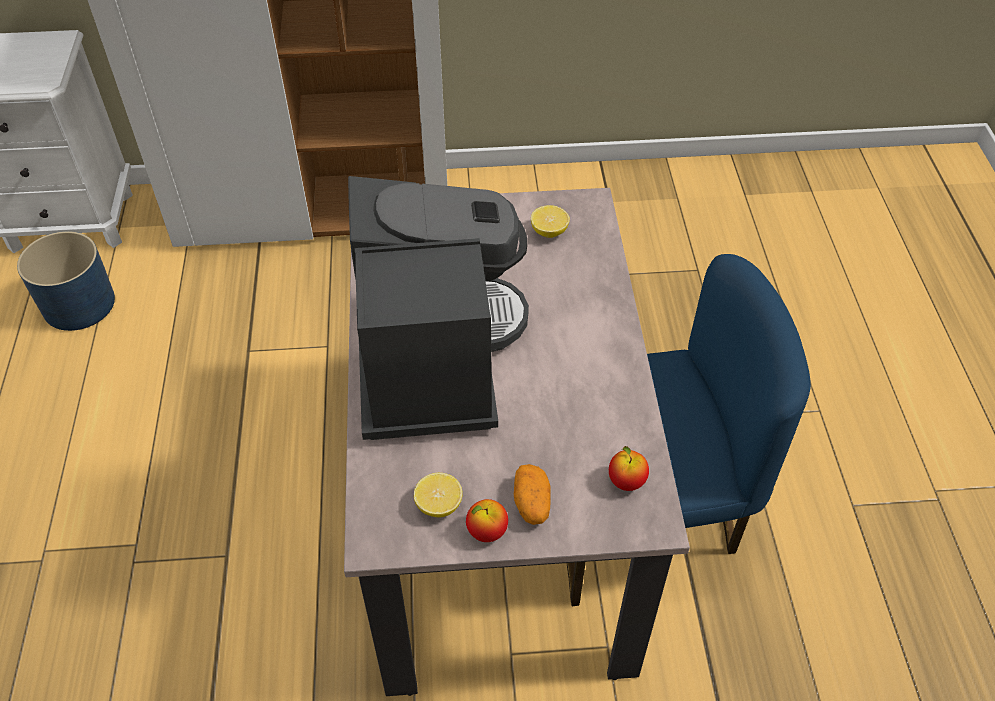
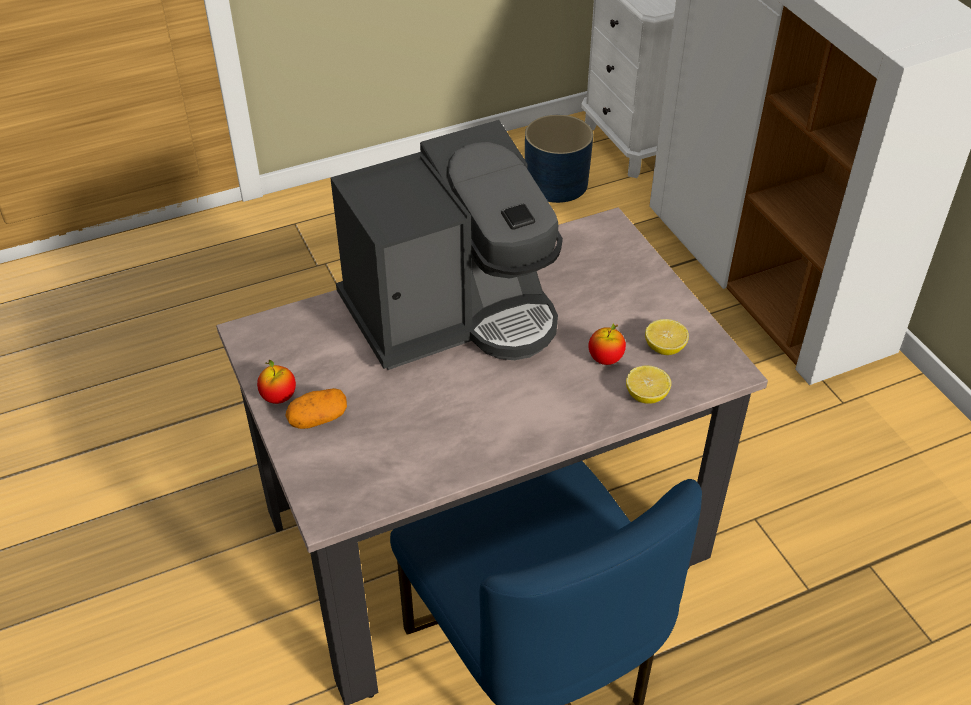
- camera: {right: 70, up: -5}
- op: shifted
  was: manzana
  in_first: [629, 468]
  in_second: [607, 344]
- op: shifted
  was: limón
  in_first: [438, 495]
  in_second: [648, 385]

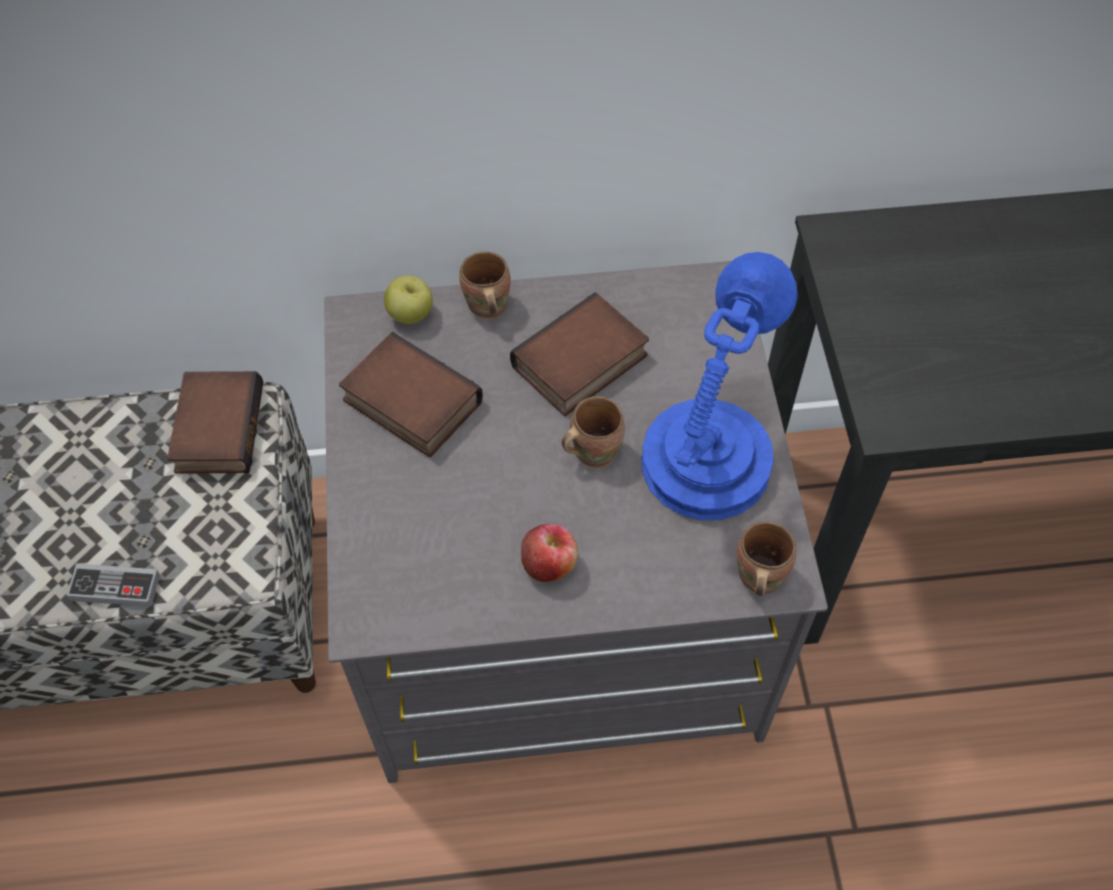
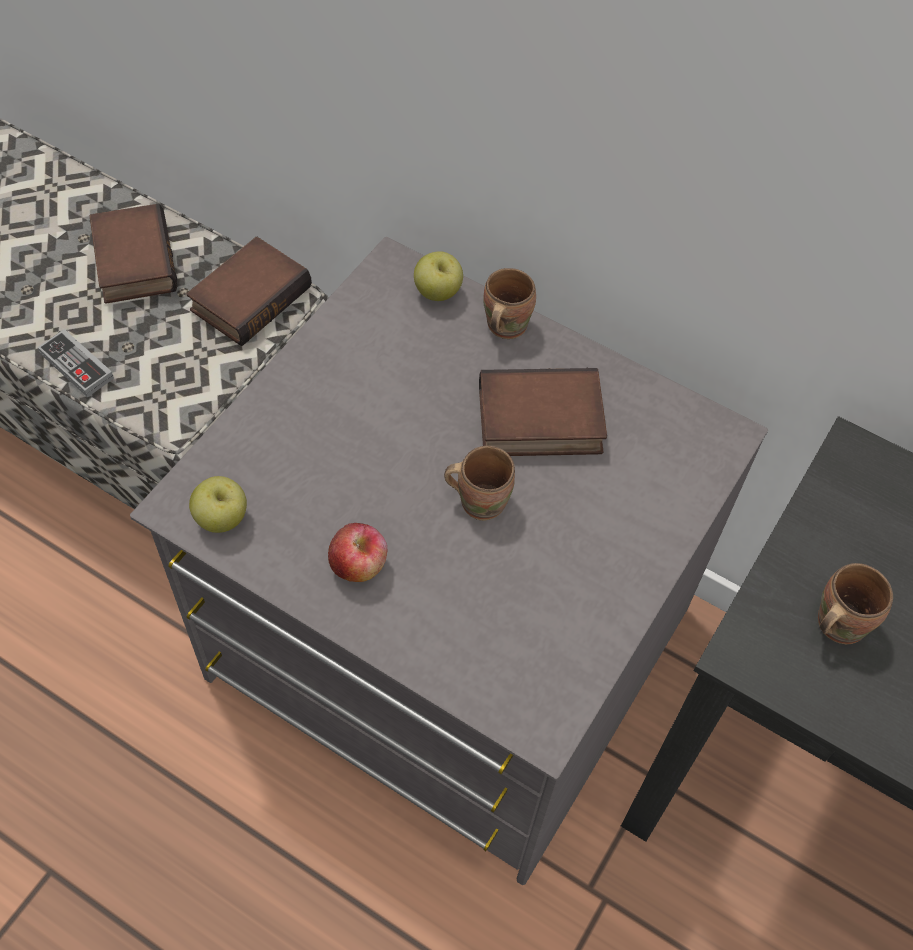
- camera: {right: 35, up: 0}
- op: shifted
  was: libro
  in_first: [411, 394]
  in_second: [133, 254]
- op: new
  now: manzana
  in_second: [218, 504]
- op: shifted
  was: taza grande [marrón]
  in_first: [766, 558]
  in_second: [855, 603]
- op: gone
  was: lámpara de mesa [azul]
  in_first: [719, 386]

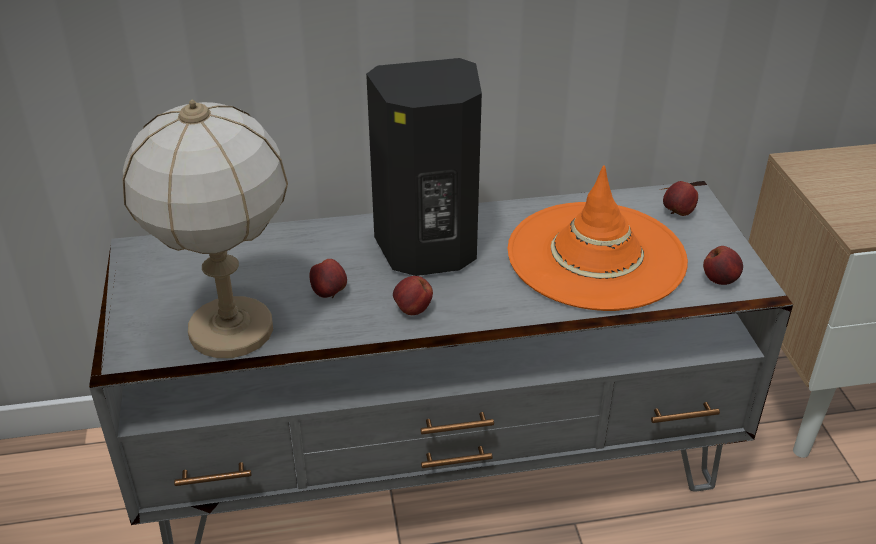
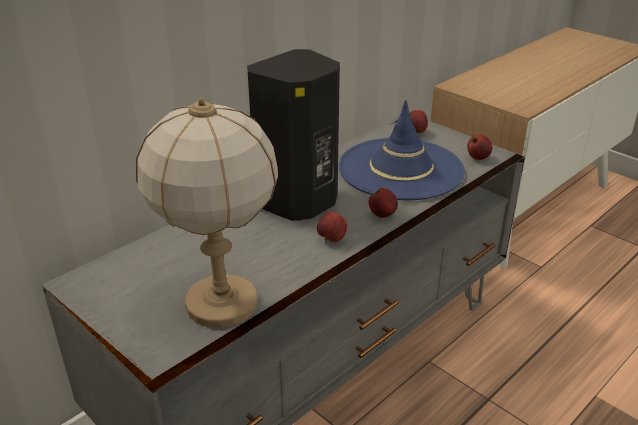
- camera: {right: -35, up: -5}
- op: repainted
  was: sombrero [naranja]
  now: sombrero [azul]
  in_first: [598, 238]
  in_second: [402, 150]
- op: shifted
  was: manzana
  in_first: [328, 278]
  in_second: [383, 203]

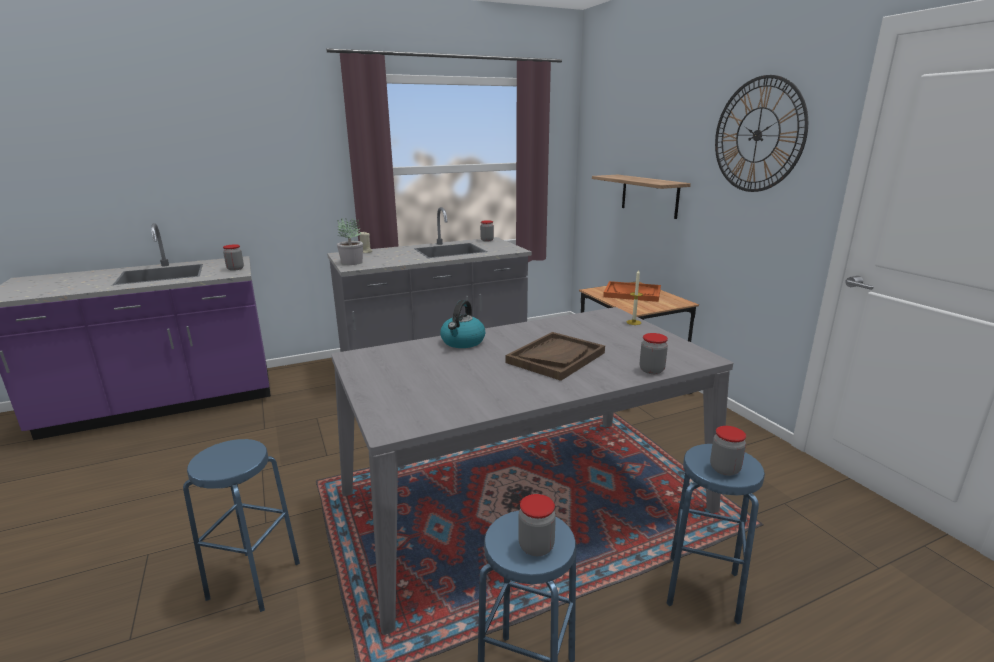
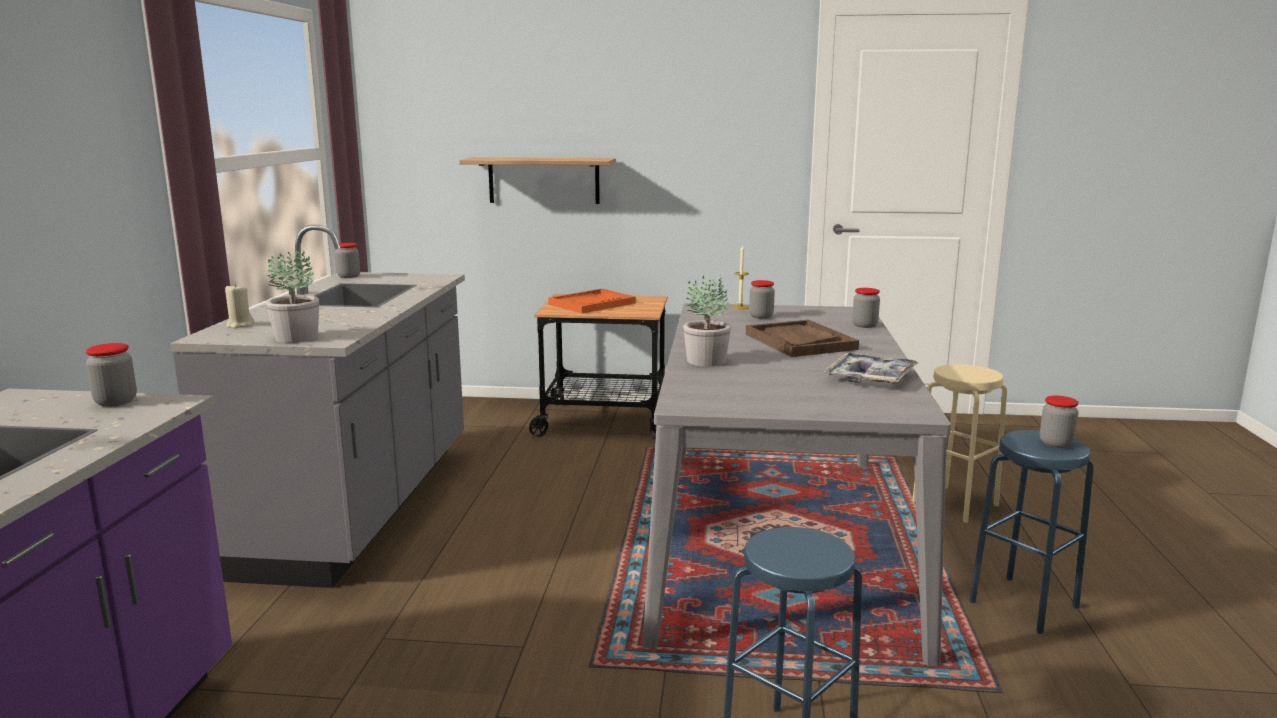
- camera: {right: -60, up: -5}
- op: swapped
  was: hervidor
  now: planta en maceta
  in_first: [462, 324]
  in_second: [707, 320]
- op: shifted
  was: tarro
  in_first: [728, 451]
  in_second: [762, 299]
- op: new
  now: bandeja
  in_second: [871, 368]
- op: repainted
  was: taburete [azul]
  now: taburete [beis]
  in_first: [716, 534]
  in_second: [959, 443]
- op: gone
  was: reloj de pared
  in_first: [761, 133]

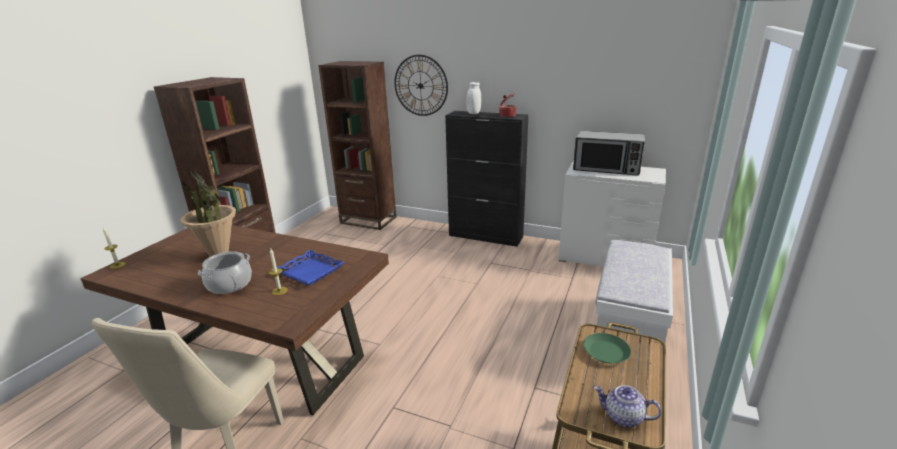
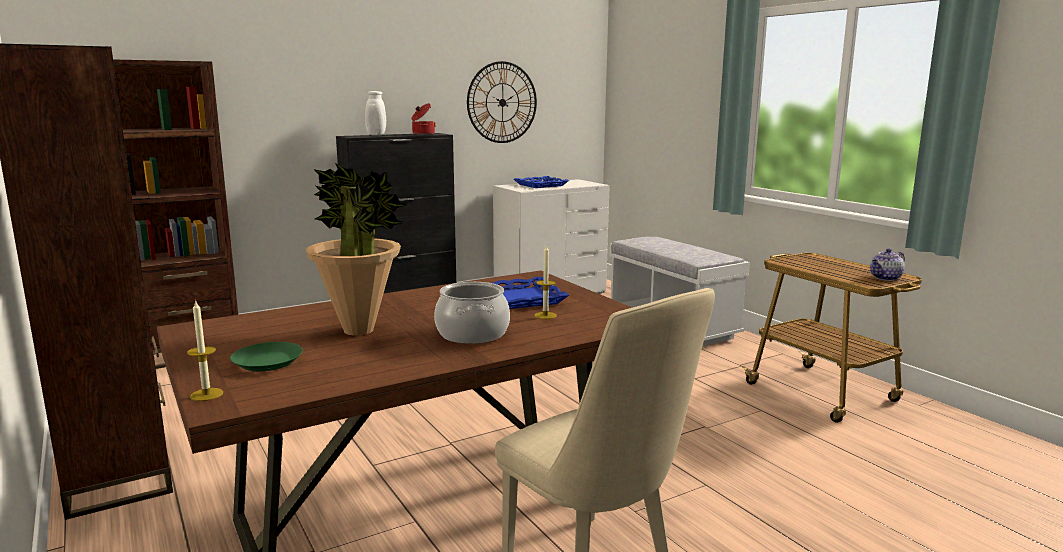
- camera: {right: -55, up: -10}
- op: shifted
  was: plato [verde]
  in_first: [607, 348]
  in_second: [266, 356]
- op: shifted
  was: reloj de pared
  in_first: [421, 85]
  in_second: [502, 102]
- op: swapped
  was: microondas
  now: bandeja [azul]
  in_first: [609, 153]
  in_second: [541, 182]

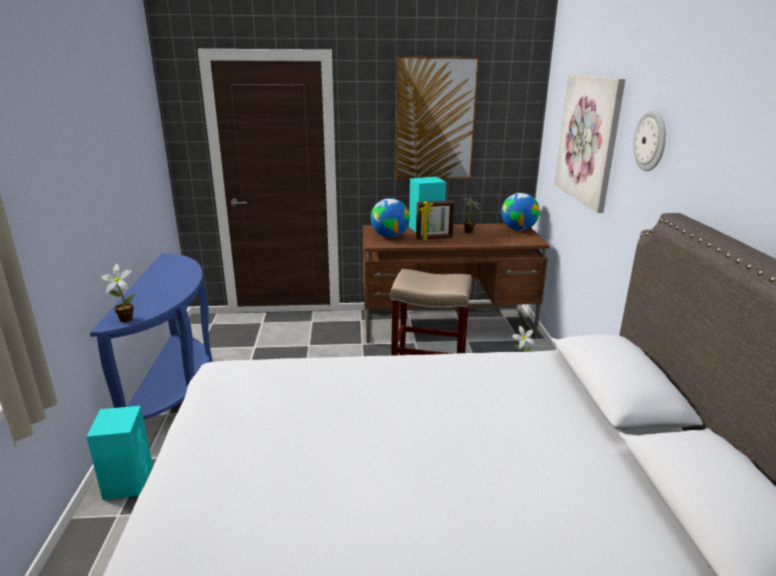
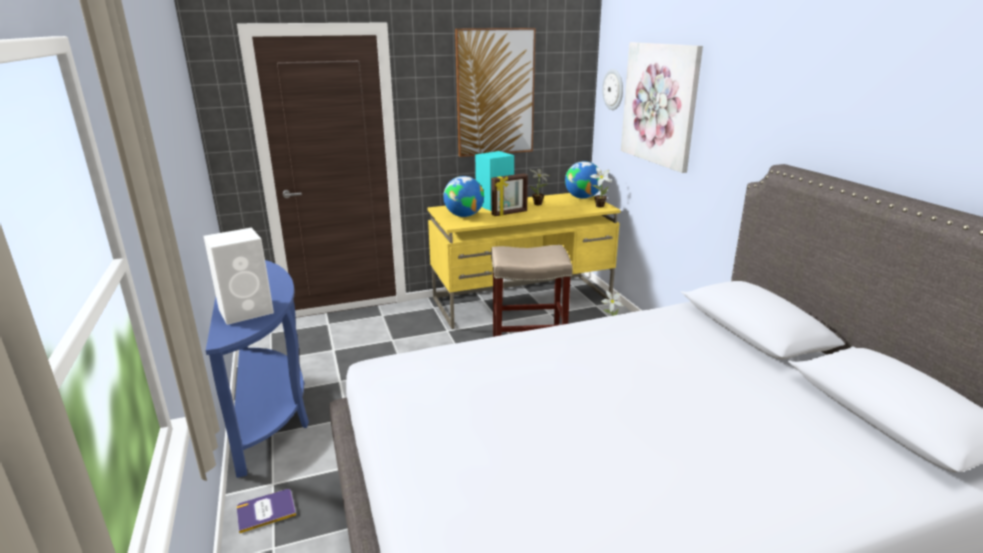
- camera: {right: -15, up: 0}
- op: new
  now: altavoz [blanco]
  in_second: [238, 276]
- op: swapped
  was: altavoz [turquesa]
  now: libro
  in_first: [119, 453]
  in_second: [266, 511]
- op: repainted
  was: escritorio [marrón]
  now: escritorio [amarillo]
  in_first: [456, 283]
  in_second: [524, 261]
- op: shifted
  was: planta en maceta
  in_first: [118, 293]
  in_second: [601, 187]
- op: shifted
  was: reloj de pared
  in_first: [649, 140]
  in_second: [612, 89]

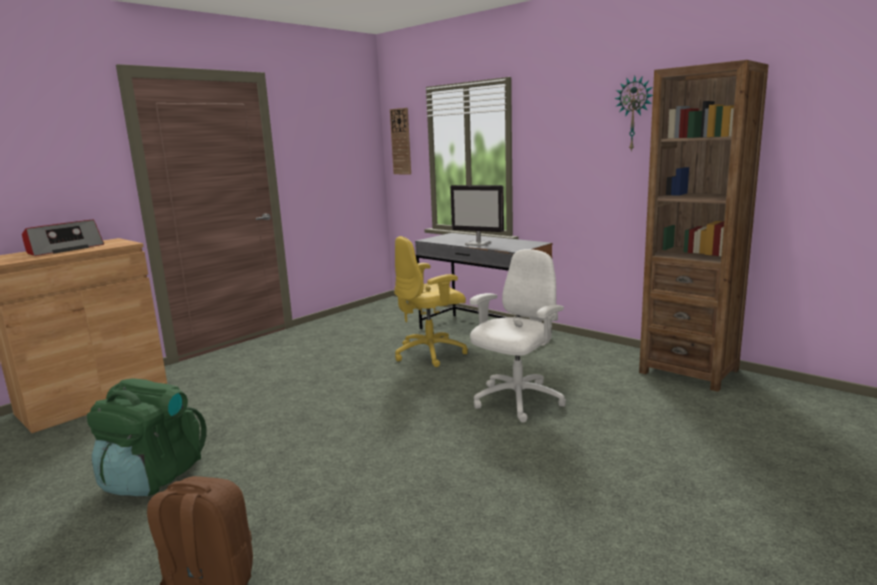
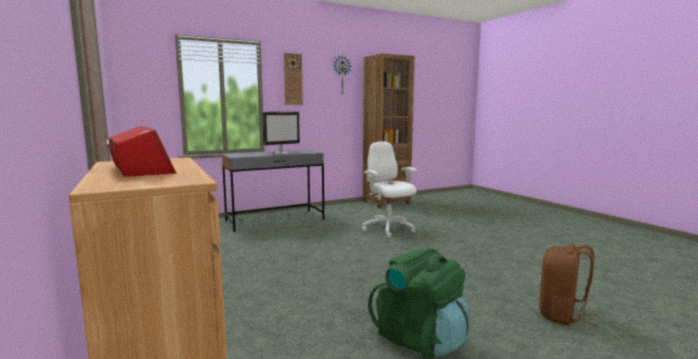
- camera: {right: -70, up: -5}
- op: shifted
  was: reloj de pared
  in_first: [400, 141]
  in_second: [293, 79]
- op: gone
  was: silla de oficina [amarillo]
  in_first: [431, 301]

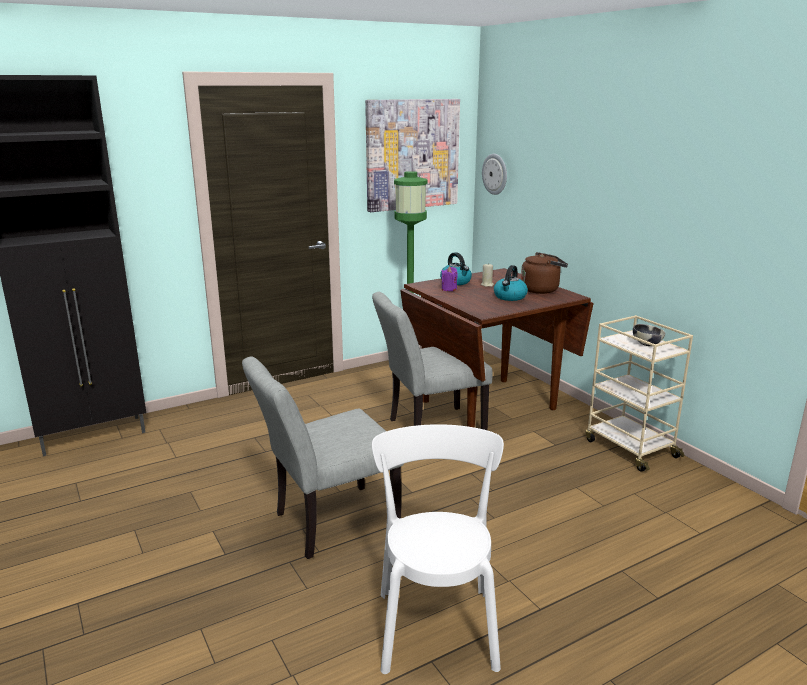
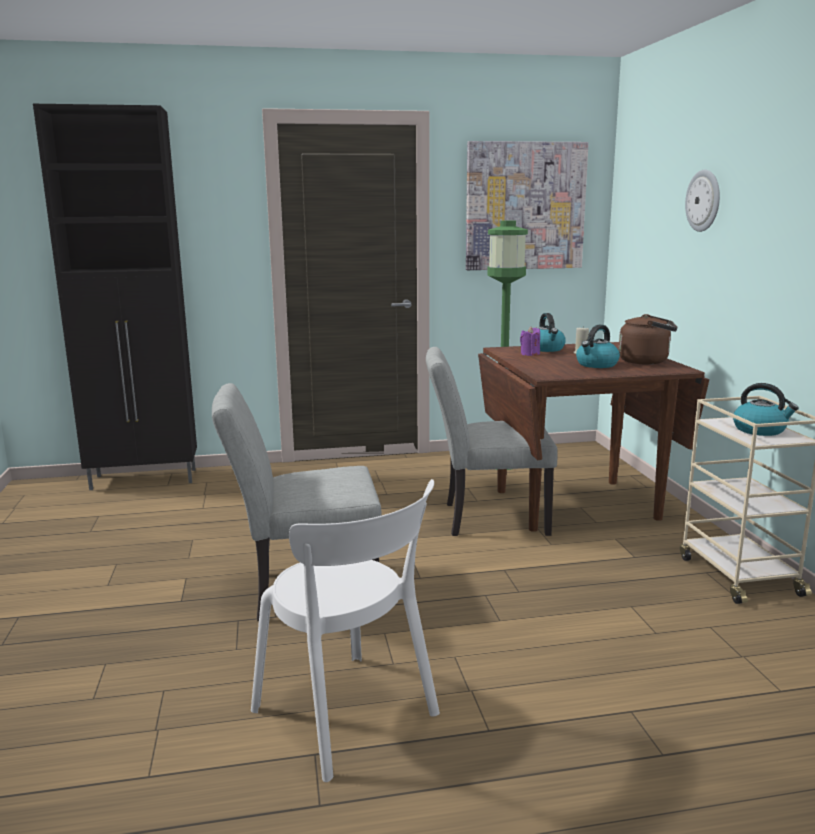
- camera: {right: 20, up: -5}
- op: rotated
  was: silla [blanco]
  in_first: [438, 549]
  in_second: [345, 630]
  clockwise: 120
- op: shifted
  was: reloj de pared
  in_first: [494, 174]
  in_second: [702, 201]
- op: swapped
  was: cuenco
  now: hervidor
  in_first: [649, 335]
  in_second: [766, 409]

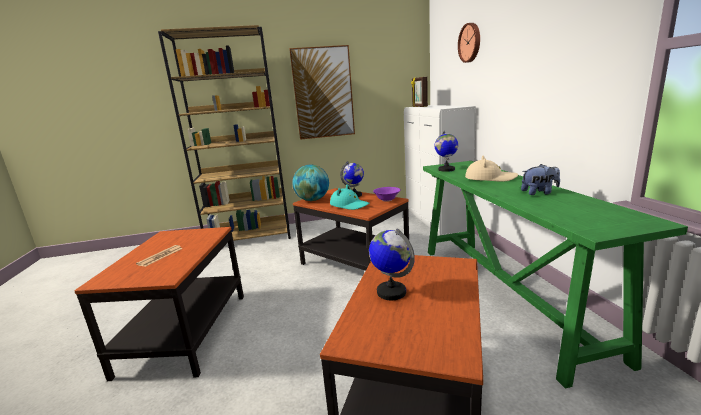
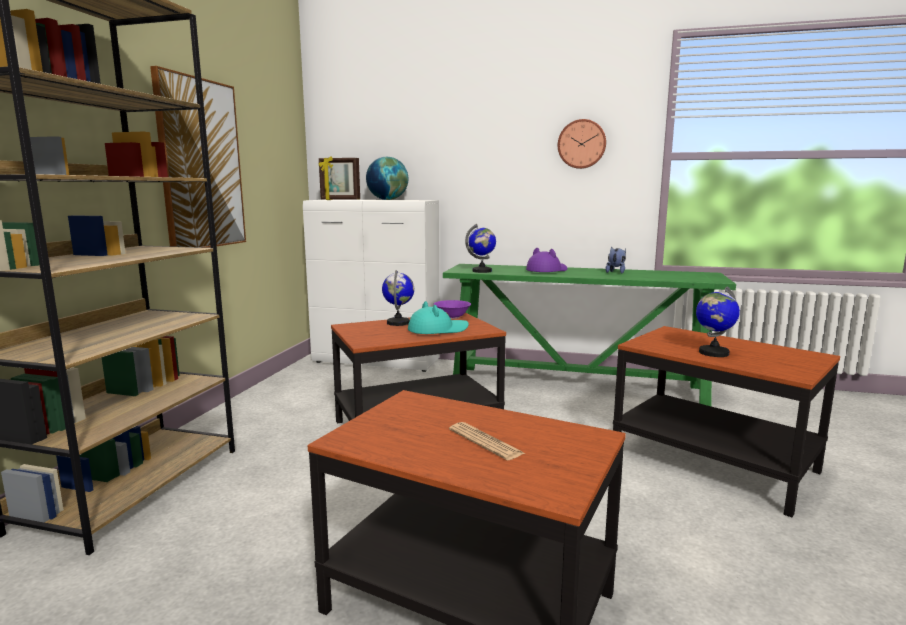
- camera: {right: -65, up: -5}
- op: shifted
  was: globo terráqueo
  in_first: [310, 182]
  in_second: [387, 178]
- op: repainted
  was: sombrero [beis]
  now: sombrero [morado]
  in_first: [491, 168]
  in_second: [547, 260]
- op: shifted
  was: reloj de pared
  in_first: [469, 43]
  in_second: [582, 144]

